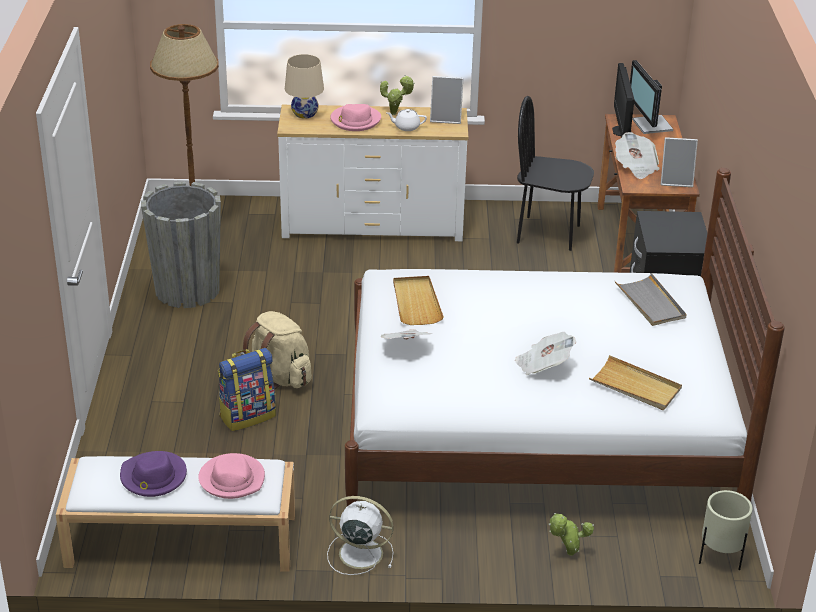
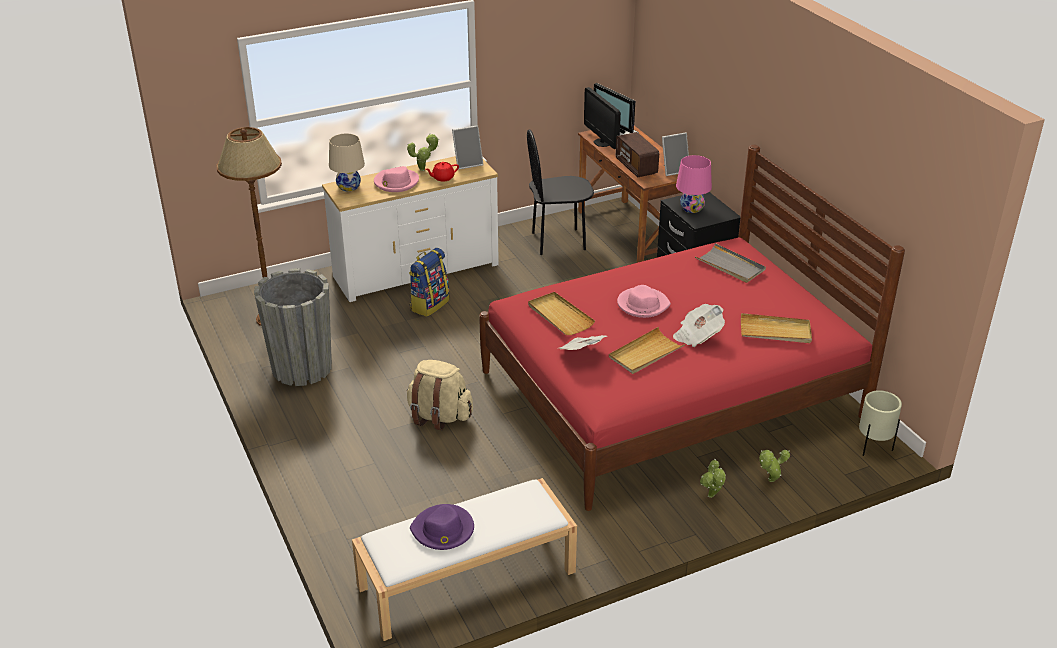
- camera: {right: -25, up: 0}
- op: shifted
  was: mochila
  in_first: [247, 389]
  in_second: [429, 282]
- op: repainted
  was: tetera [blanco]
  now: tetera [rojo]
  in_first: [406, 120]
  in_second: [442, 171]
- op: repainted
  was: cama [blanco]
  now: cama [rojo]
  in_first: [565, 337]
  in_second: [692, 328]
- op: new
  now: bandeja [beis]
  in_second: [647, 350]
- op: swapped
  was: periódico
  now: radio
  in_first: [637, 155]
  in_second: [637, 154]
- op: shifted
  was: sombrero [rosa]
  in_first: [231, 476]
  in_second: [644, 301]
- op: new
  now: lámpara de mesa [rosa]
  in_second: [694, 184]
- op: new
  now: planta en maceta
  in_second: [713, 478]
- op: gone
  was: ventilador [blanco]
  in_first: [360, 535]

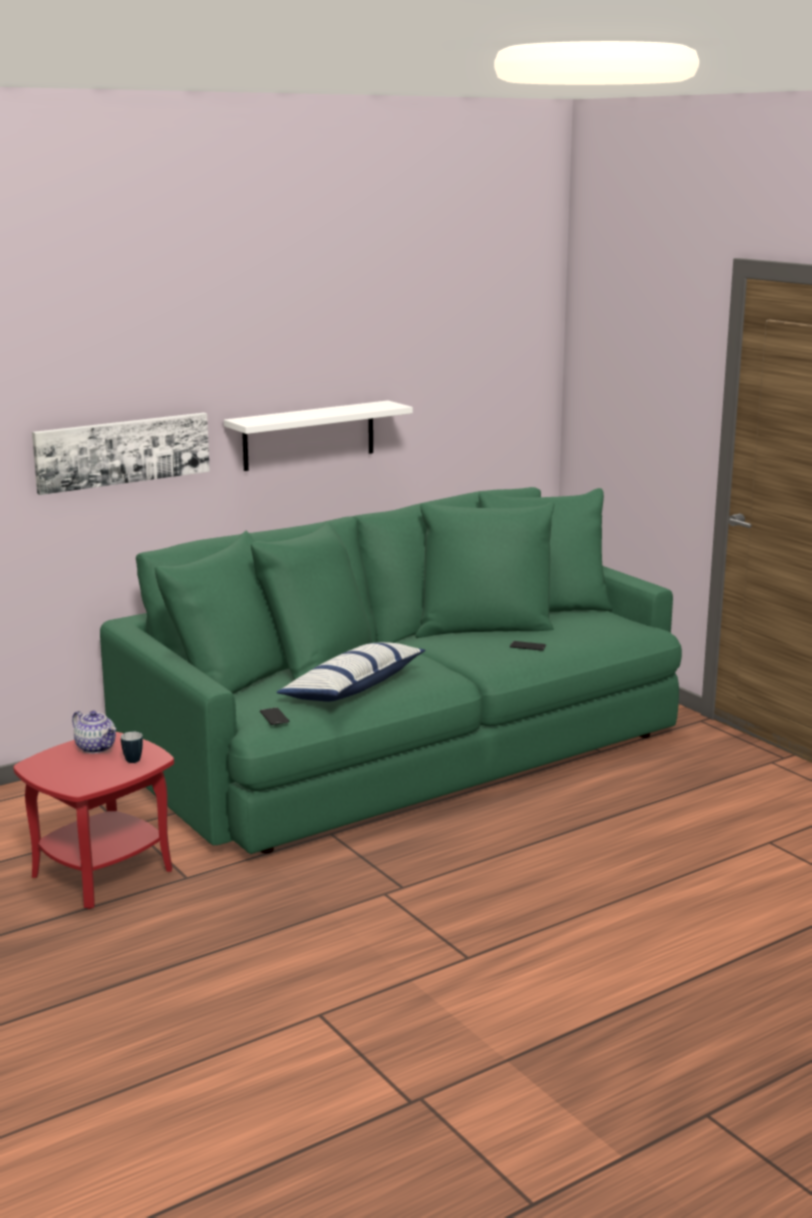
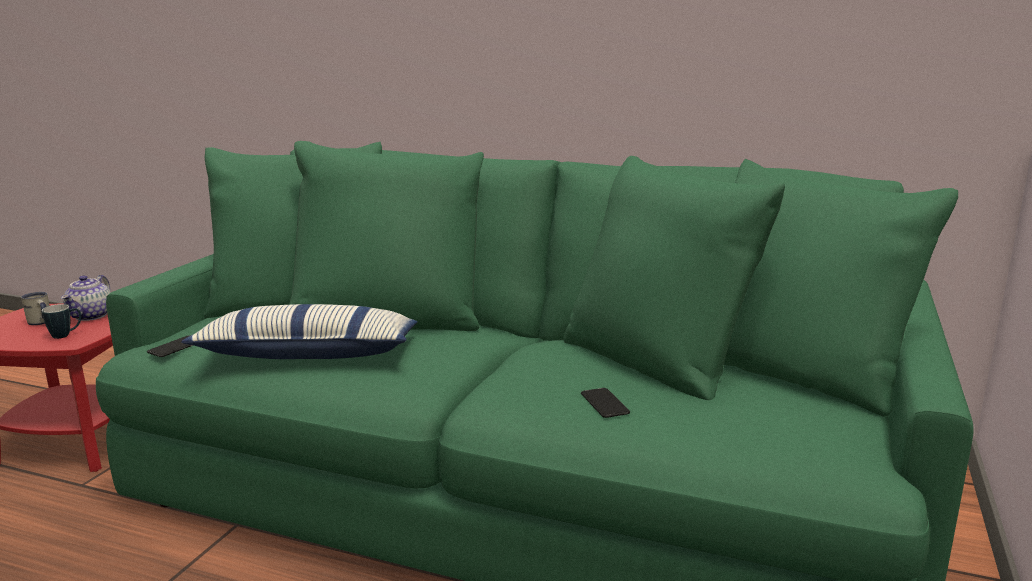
- camera: {right: 55, up: 0}
- op: new
  now: taza grande [blanco]
  in_second: [35, 308]
- op: gone
  was: cuadro
  in_first: [121, 454]
- op: gone
  was: estante [blanco]
  in_first: [318, 435]

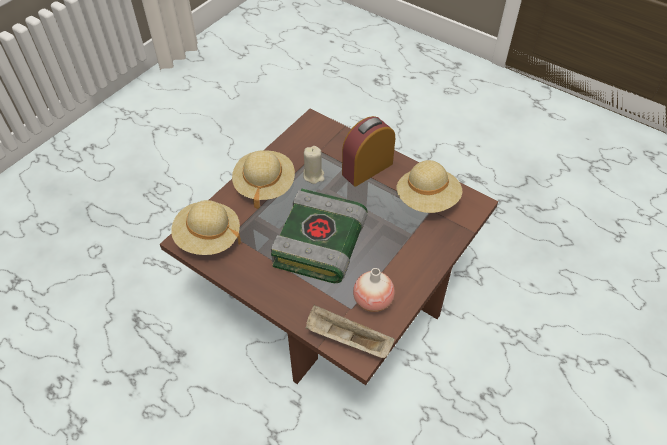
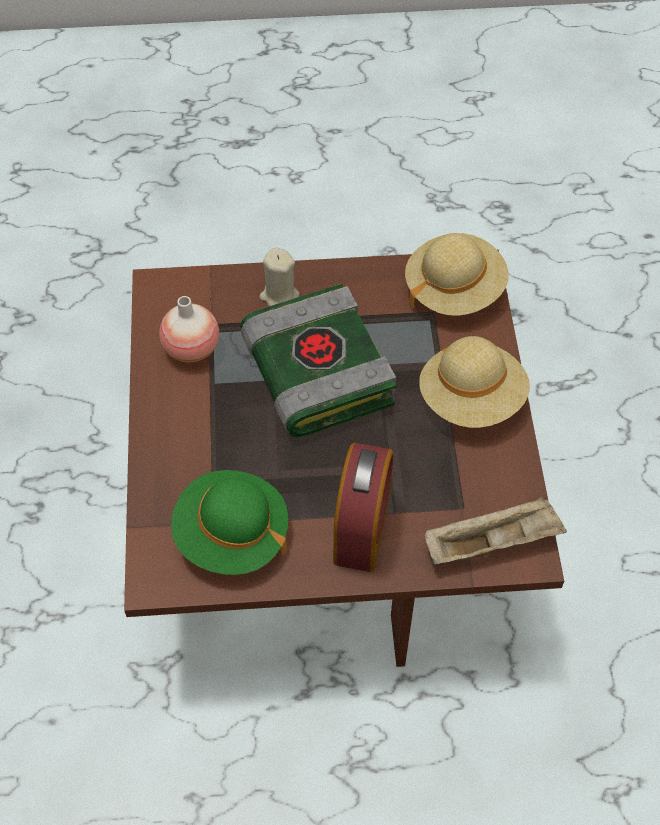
- camera: {right: 140, up: 5}
- op: repainted
  was: sombrero [beis]
  now: sombrero [verde]
  in_first: [429, 186]
  in_second: [229, 522]
- op: shifted
  was: vela [beis]
  in_first: [314, 165]
  in_second: [279, 277]
- op: shifted
  was: bandeja [beis]
  in_first: [350, 331]
  in_second: [496, 530]

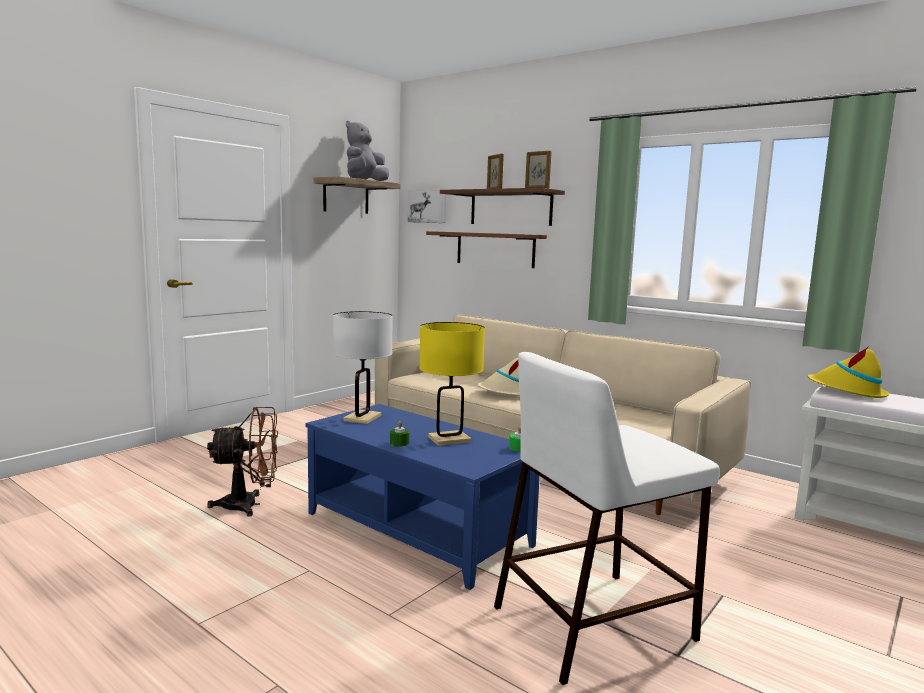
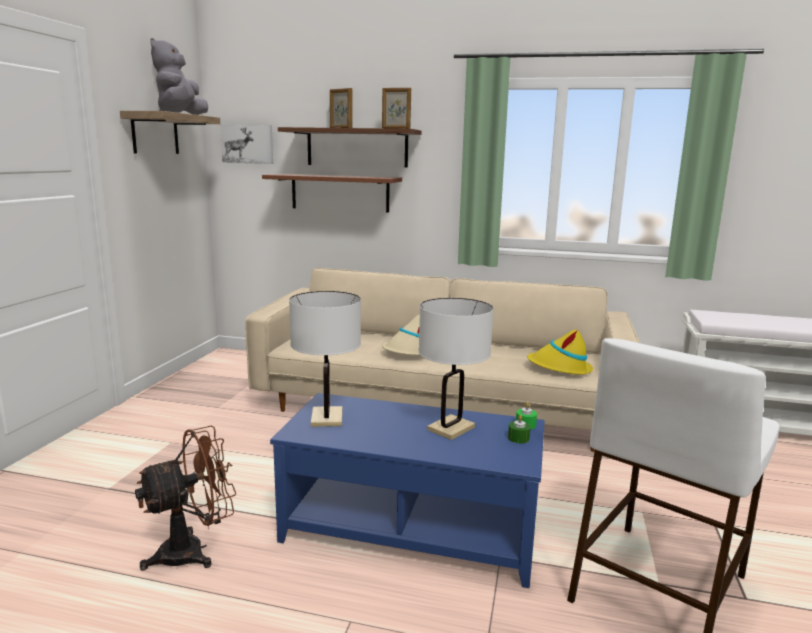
- camera: {right: -25, up: 5}
- op: repainted
  was: lámpara de mesa [amarillo]
  now: lámpara de mesa [blanco]
  in_first: [452, 384]
  in_second: [456, 369]
- op: shifted
  was: vela [verde]
  in_first: [399, 434]
  in_second: [519, 429]
- op: shifted
  was: sombrero [amarillo]
  in_first: [848, 372]
  in_second: [560, 352]

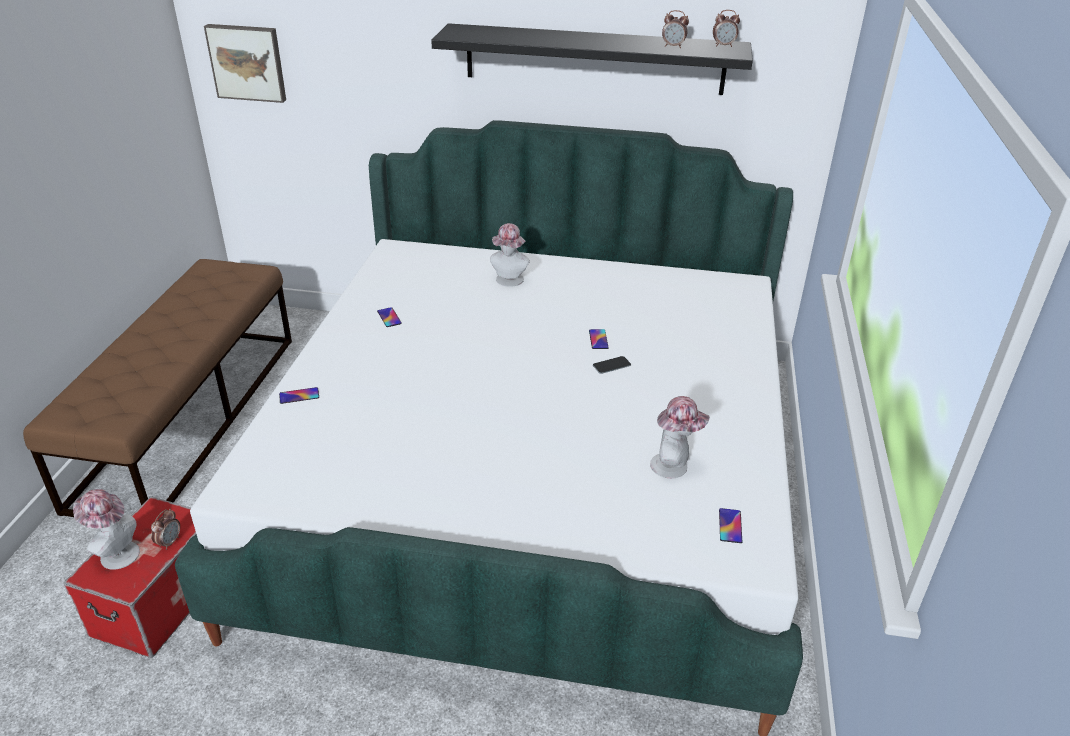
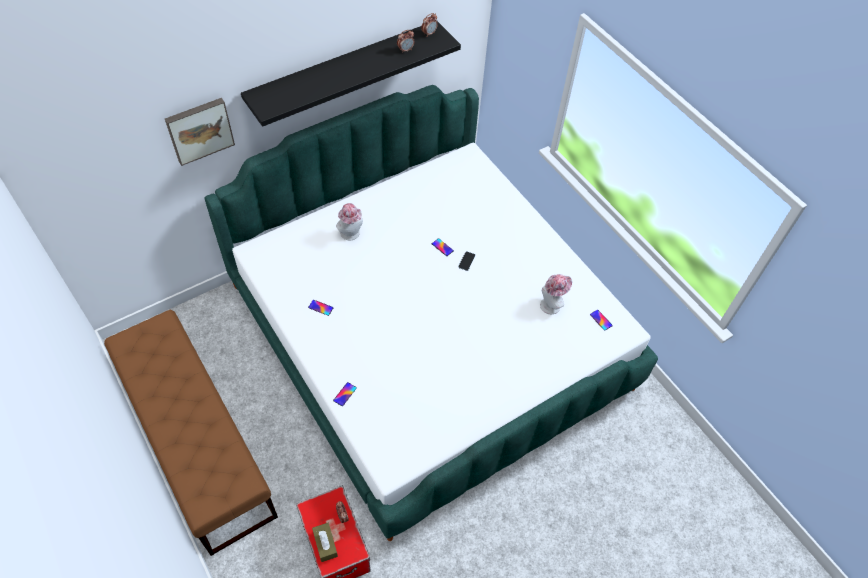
- camera: {right: -45, up: 20}
- op: shifted
  was: cuadro
  in_first: [245, 63]
  in_second: [200, 132]
- op: swapped
  was: sombrero
  now: caja de pañuelos [marrón]
  in_first: [106, 529]
  in_second: [325, 542]

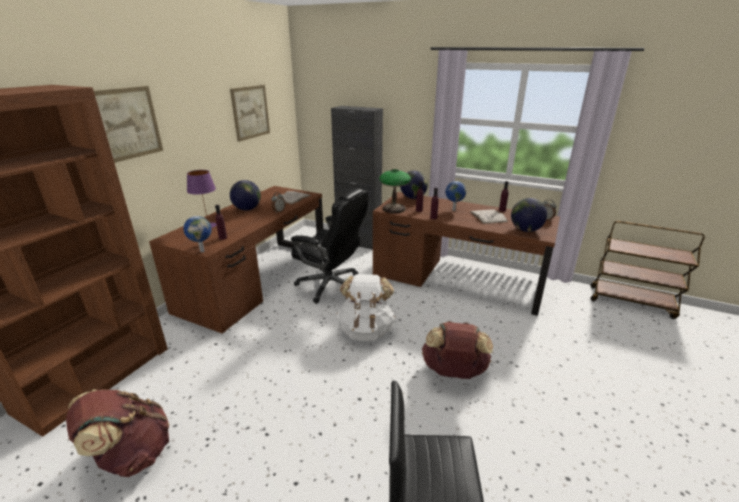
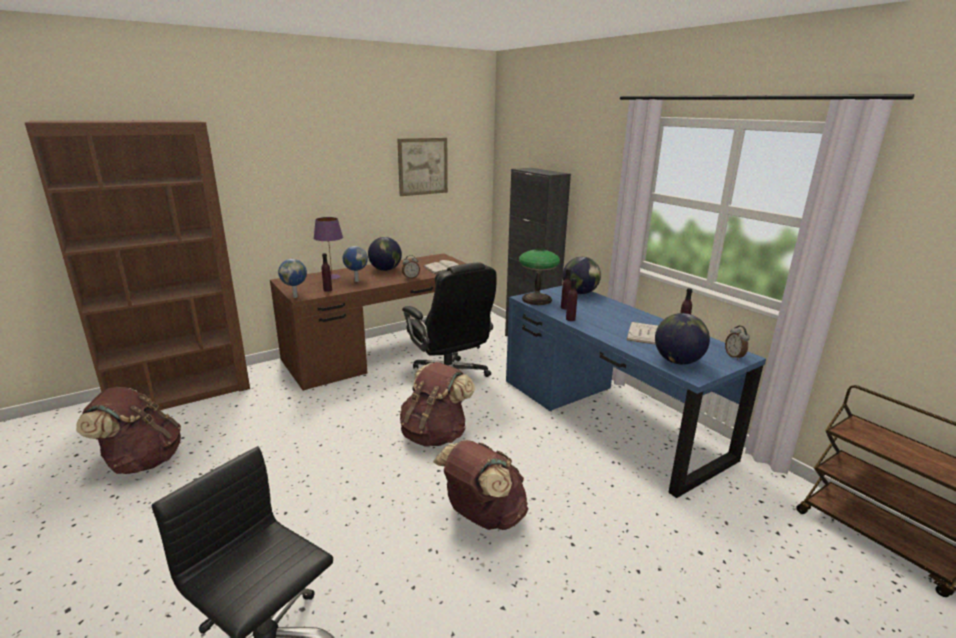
- camera: {right: 30, up: -5}
- op: shifted
  was: globo terráqueo
  in_first: [455, 196]
  in_second: [355, 264]
- op: repainted
  was: mochila [blanco]
  now: mochila [marrón]
  in_first: [366, 307]
  in_second: [437, 404]
- op: repainted
  was: escritorio [marrón]
  now: escritorio [azul]
  in_first: [466, 254]
  in_second: [636, 391]
- op: gone
  was: cuadro
  in_first: [128, 124]

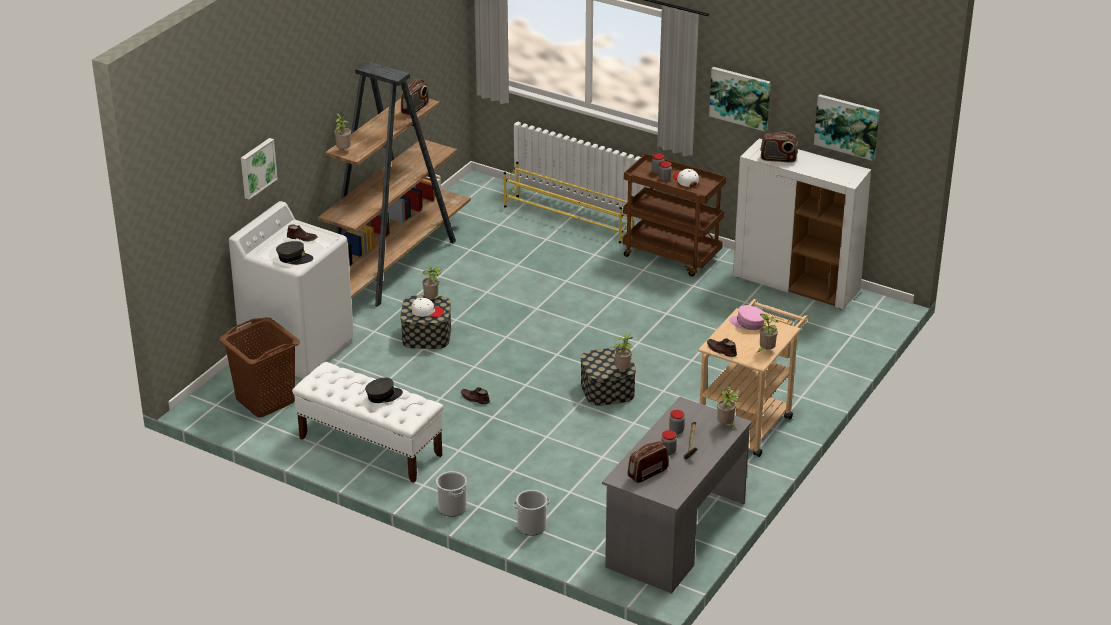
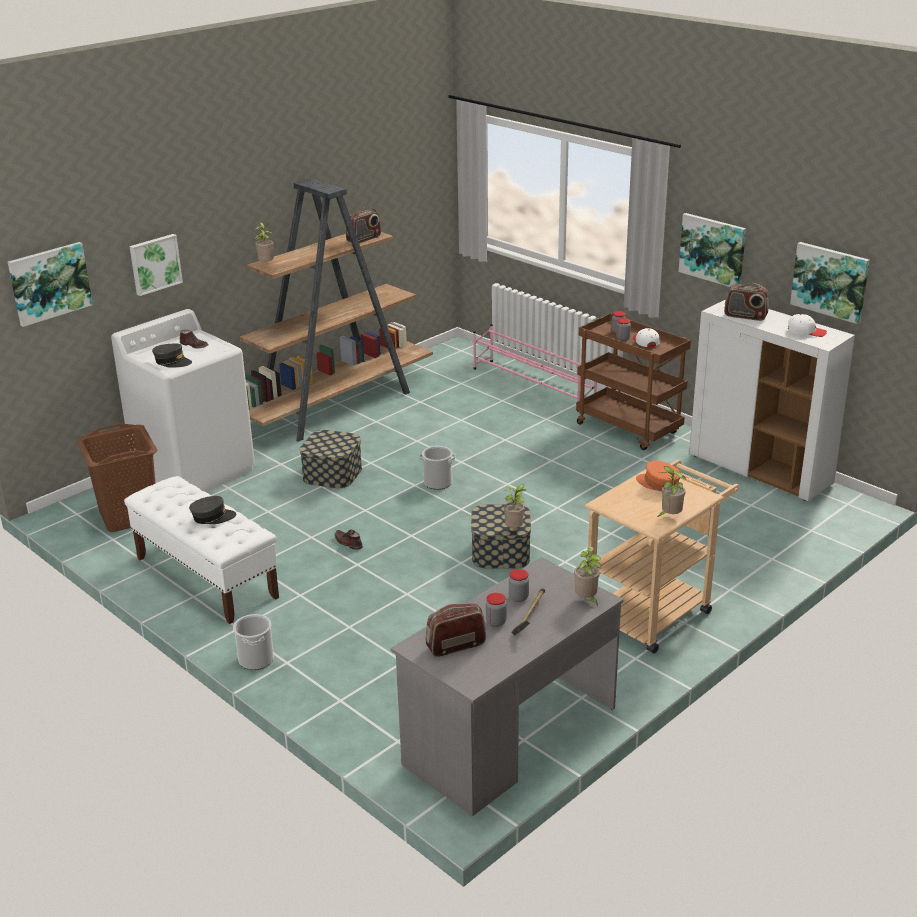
- camera: {right: 15, up: -5}
- op: new
  now: cuadro
  in_second: [50, 284]
- op: shifted
  was: cubo
  in_first: [531, 512]
  in_second: [437, 468]
- op: repainted
  was: zapatero [amarillo]
  now: zapatero [rosa]
  in_first: [569, 202]
  in_second: [535, 368]
- op: repainted
  was: gorra [rosa]
  now: gorra [naranja]
  in_first: [747, 317]
  in_second: [658, 476]
- op: shifted
  was: gorra [blanco]
  in_first: [427, 307]
  in_second: [807, 325]
- op: gone
  was: planta en maceta
  in_first: [432, 282]
- op: gone
  was: zapato [marrón]
  in_first: [722, 347]

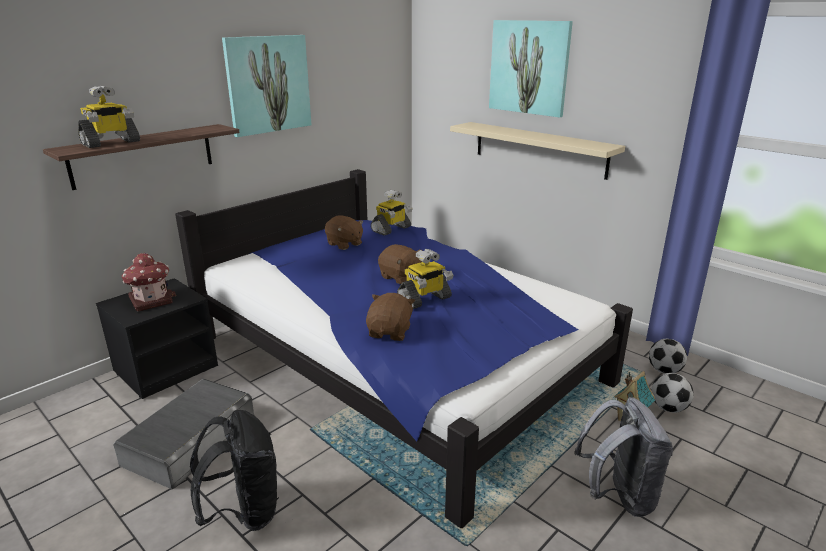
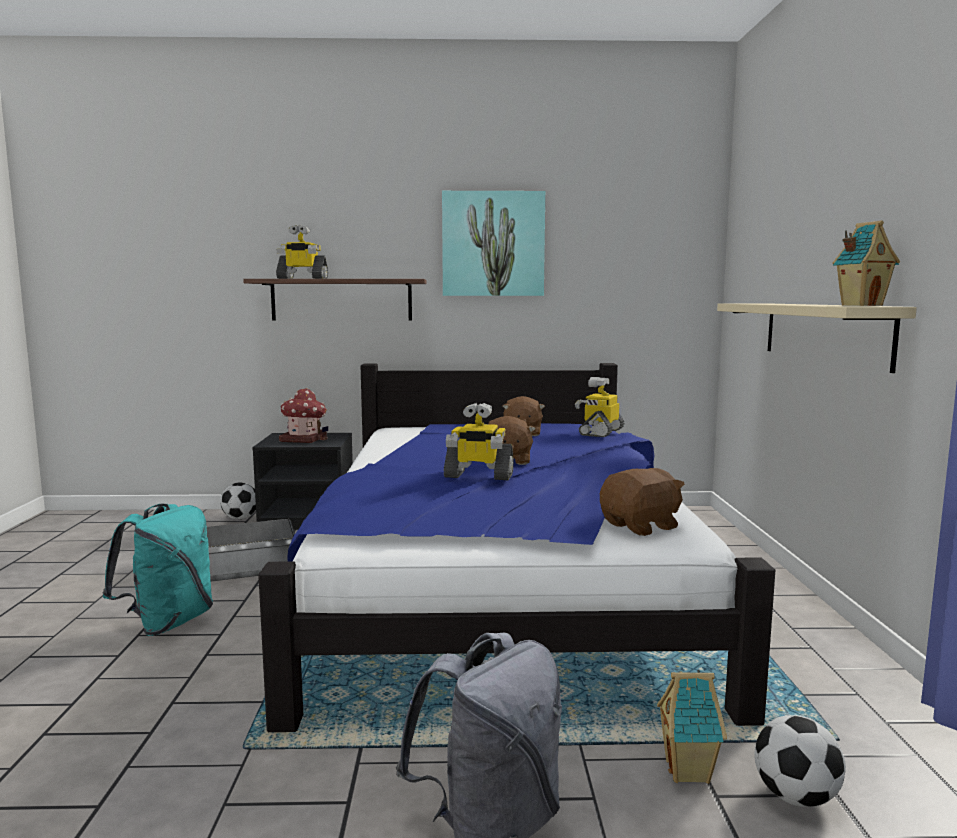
- camera: {right: 45, up: -15}
- op: repainted
  was: mochila [negro]
  now: mochila [turquesa]
  in_first: [234, 470]
  in_second: [157, 569]
- op: shifted
  was: balón de fútbol
  in_first: [668, 356]
  in_second: [238, 500]
- op: rotated
  was: robot de juguete
  in_first: [392, 212]
  in_second: [599, 407]
  clockwise: 120
- op: shifted
  was: peluche [marrón]
  in_first: [390, 317]
  in_second: [642, 502]
- op: new
  now: casita
  in_second: [866, 263]
- op: gone
  was: cuadro
  in_first: [531, 69]

